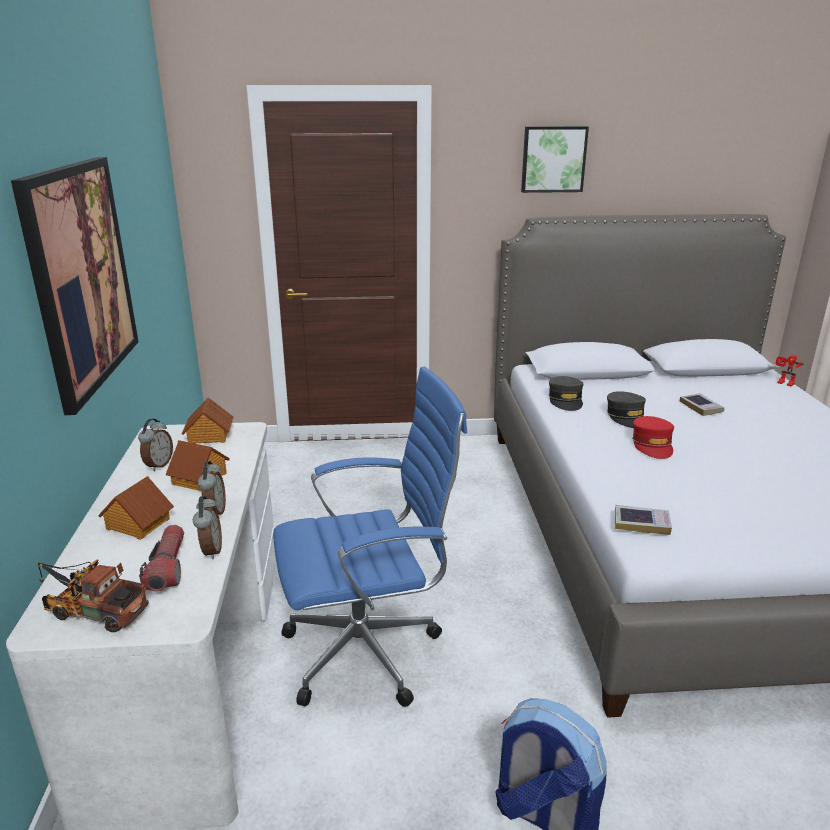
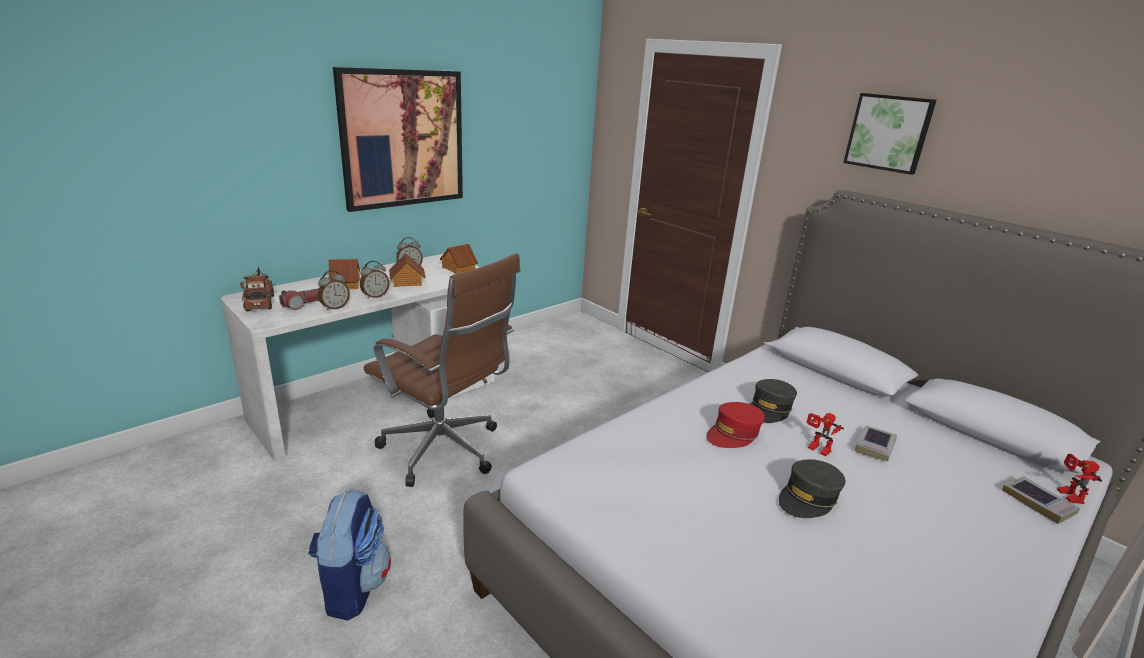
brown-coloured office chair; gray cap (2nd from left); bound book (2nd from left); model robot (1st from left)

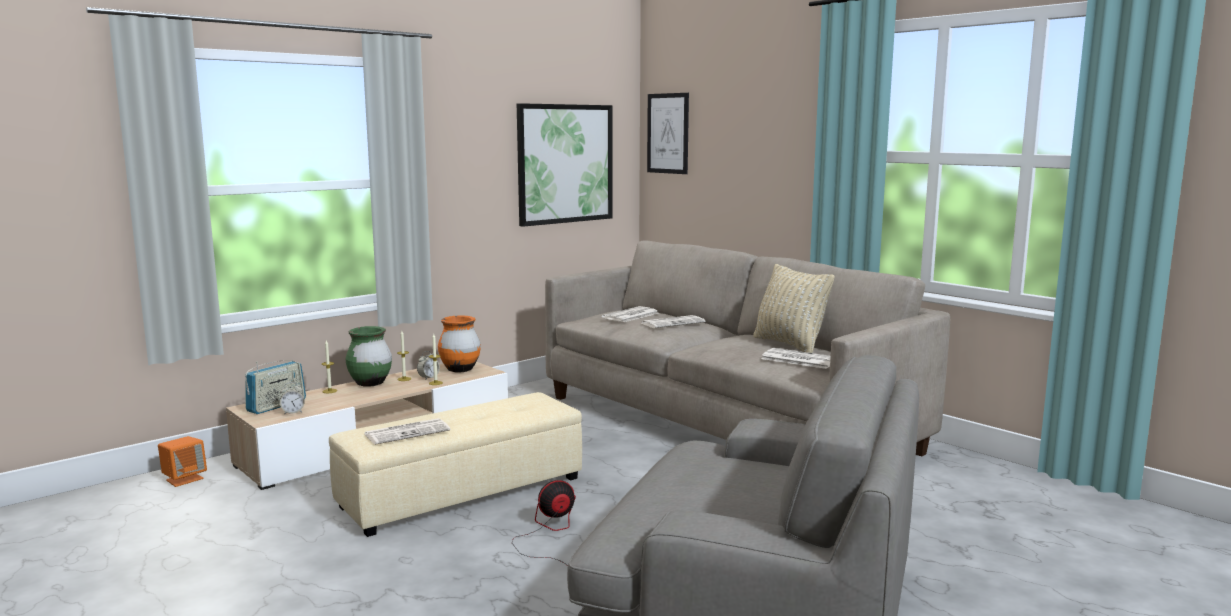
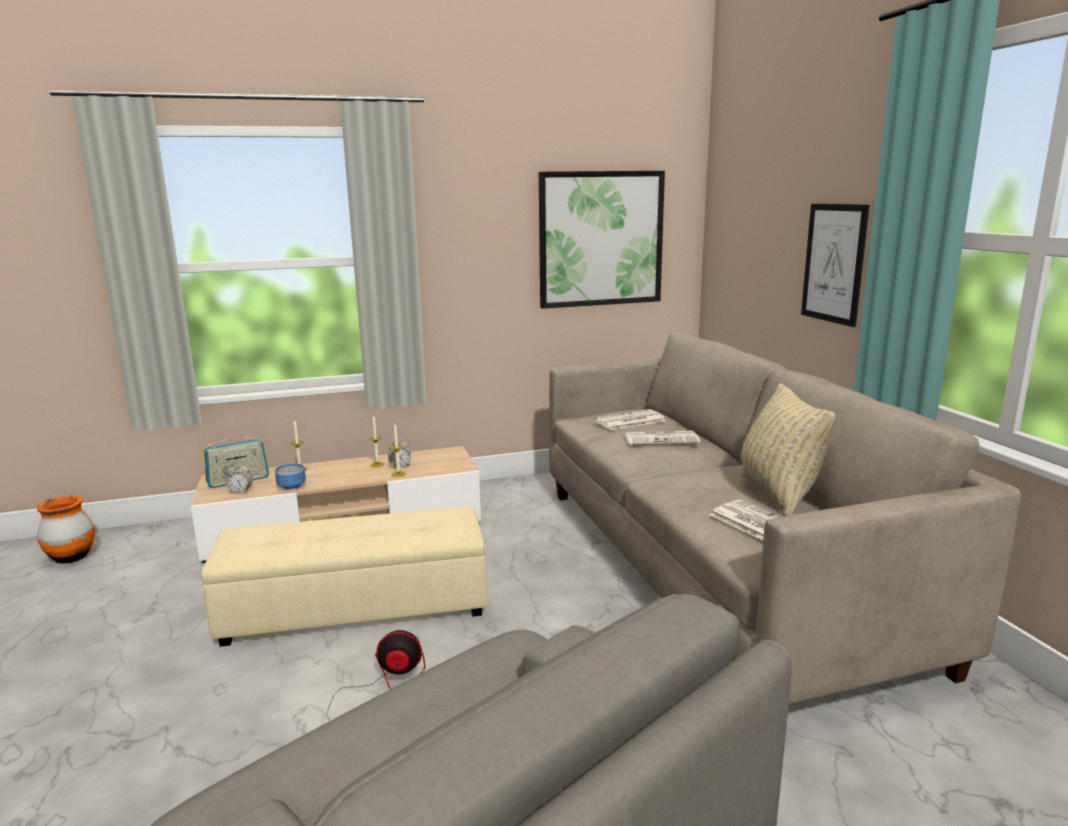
wall art (2nd from left); orange-coloured flower vase; green-coloured flower vase; printed paper (1st from left in the first image); orange-coloured audio speaker; deep dish

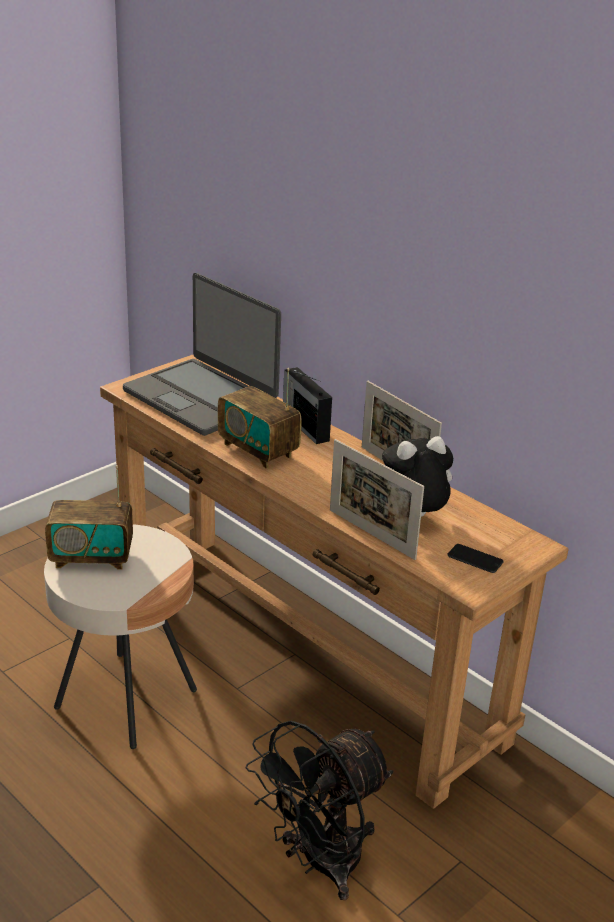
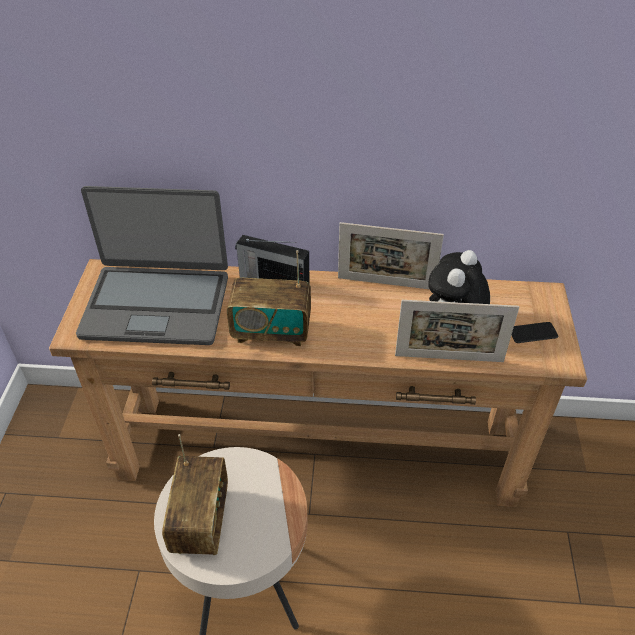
radio (1st from left); black-coloured fan

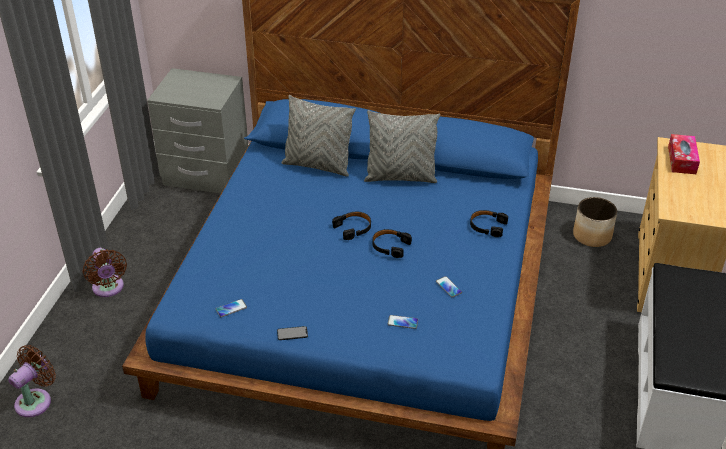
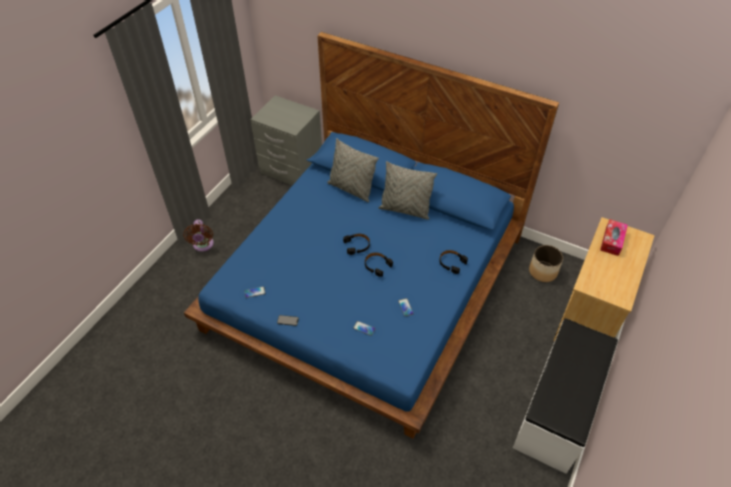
brown-coloured fan (1st from left in the first image)

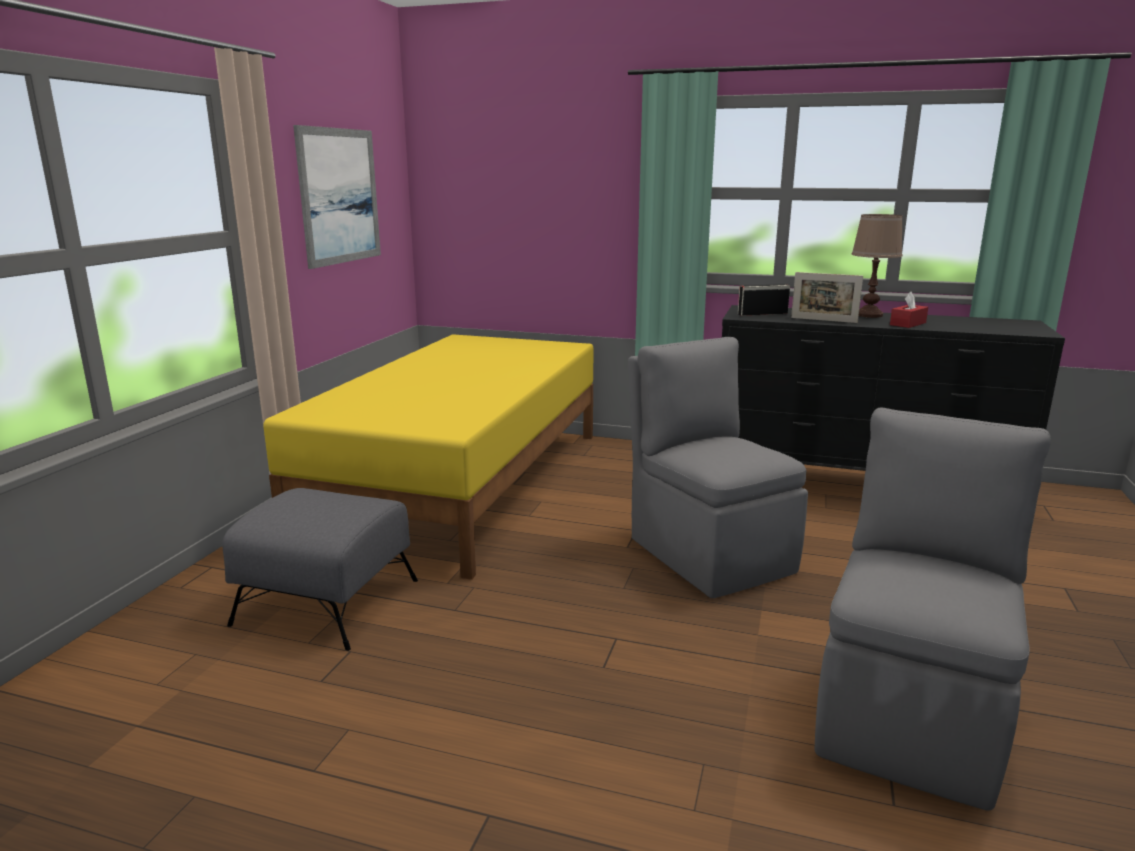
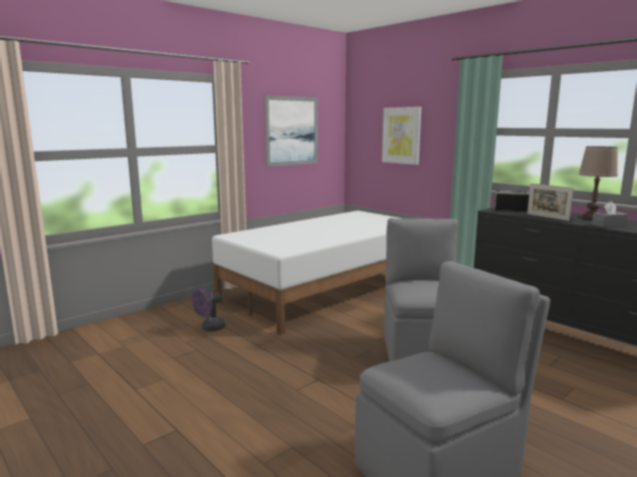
gray tissue holder; white bedroom bed; purple fan; wall art (2nd from left)

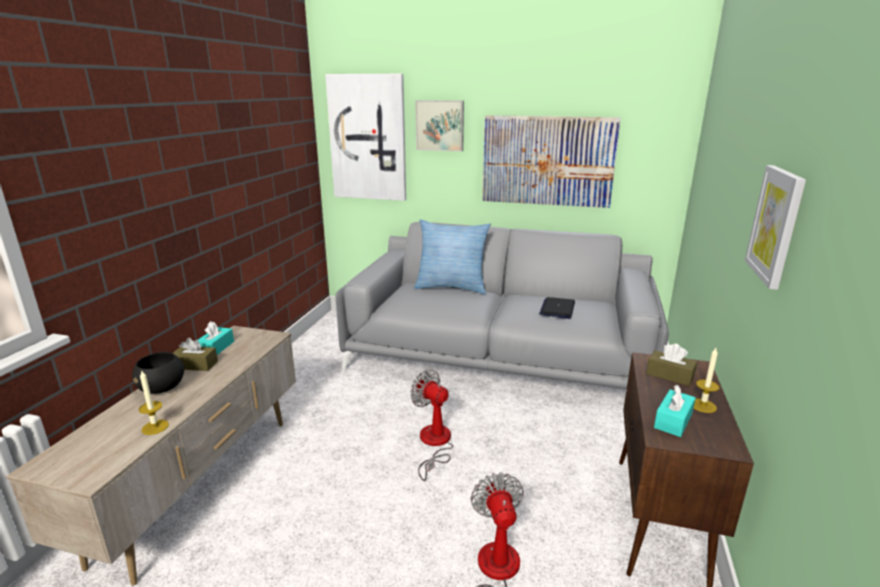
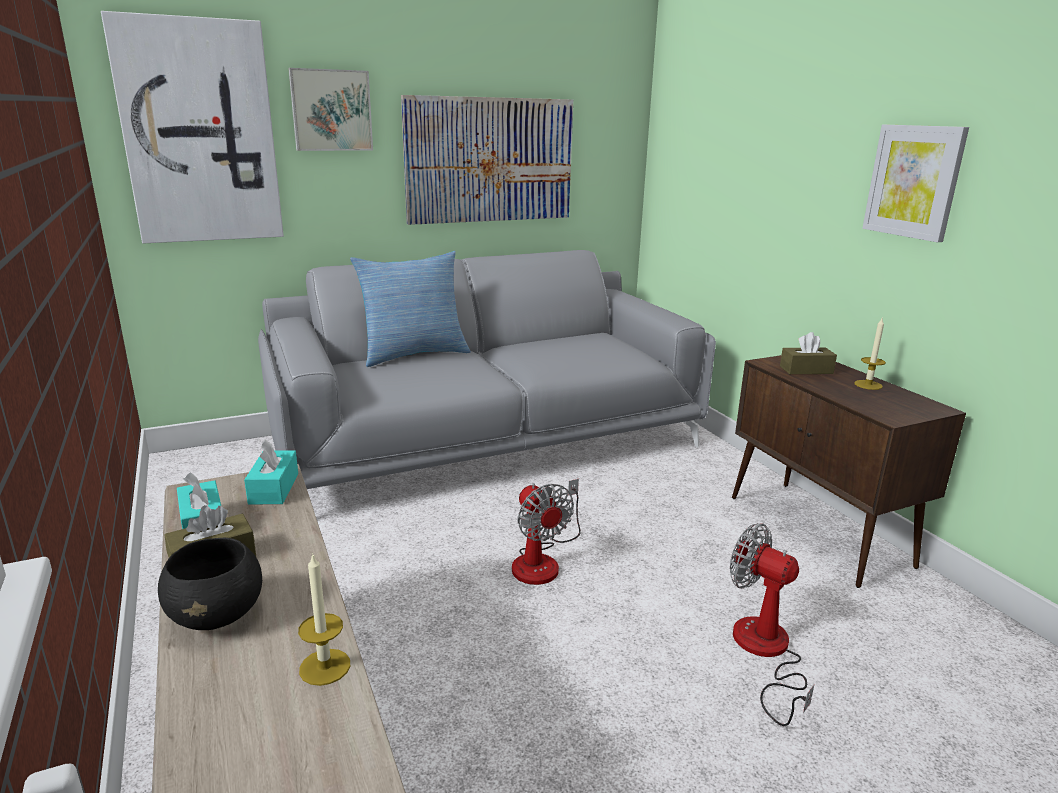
portable computer; fan (1st from left); blue-green tissue holder (2nd from left)

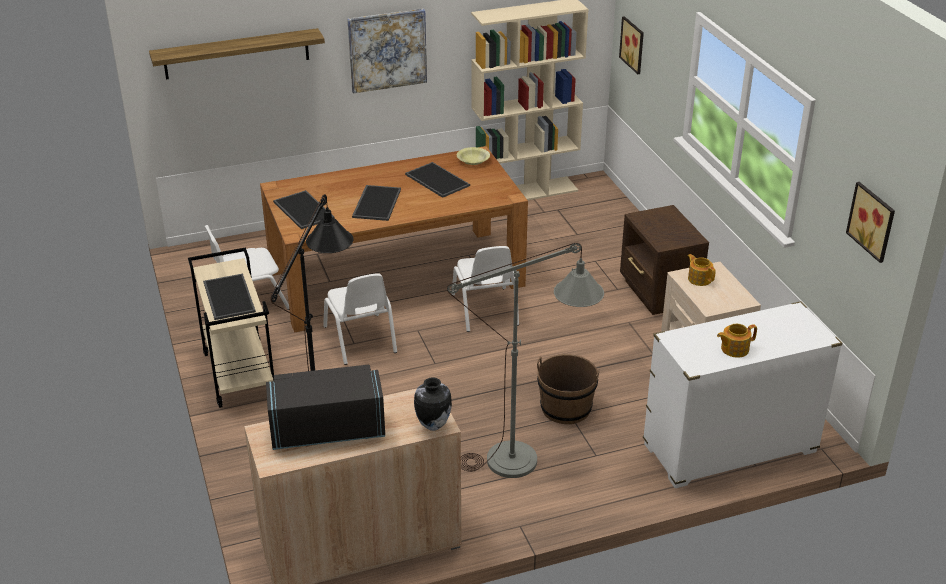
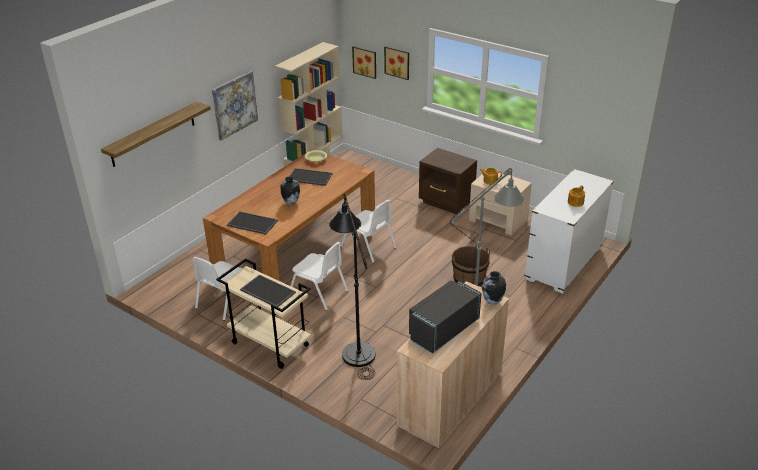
wall art (3rd from left); flower vase (1st from left)

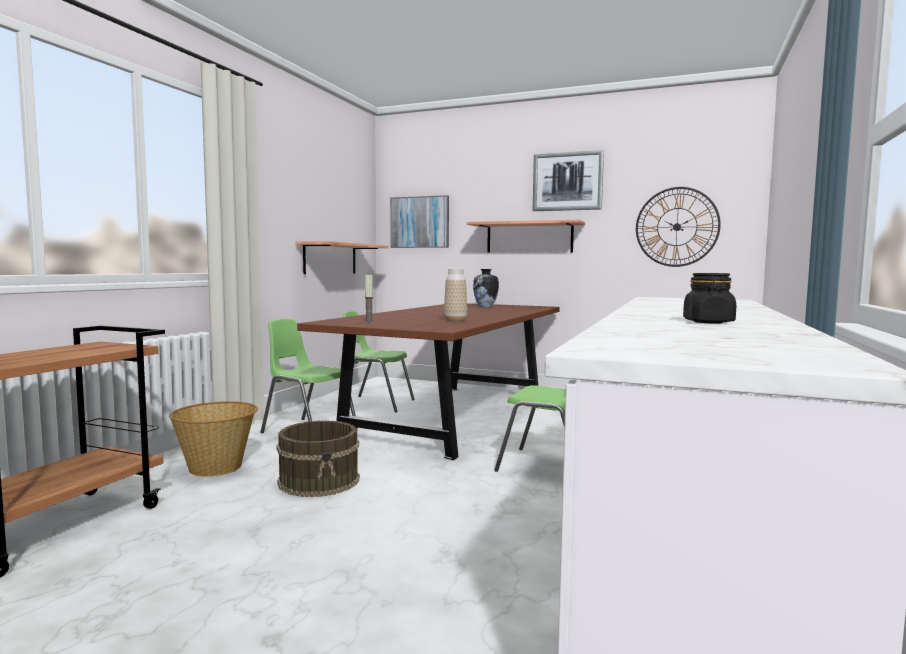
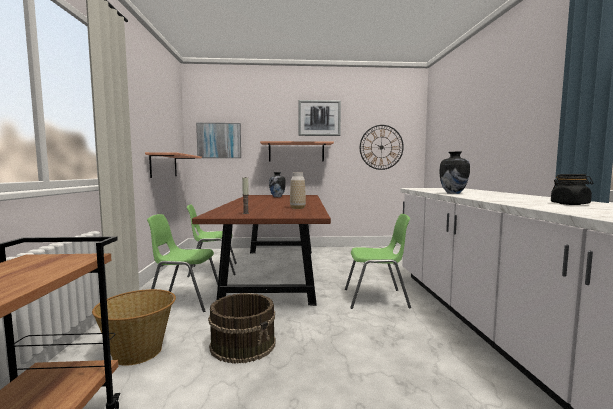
flower vase (3rd from left)

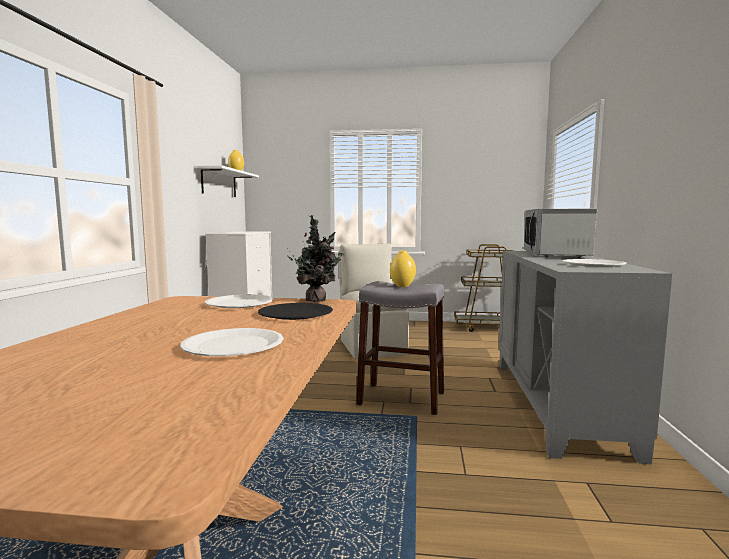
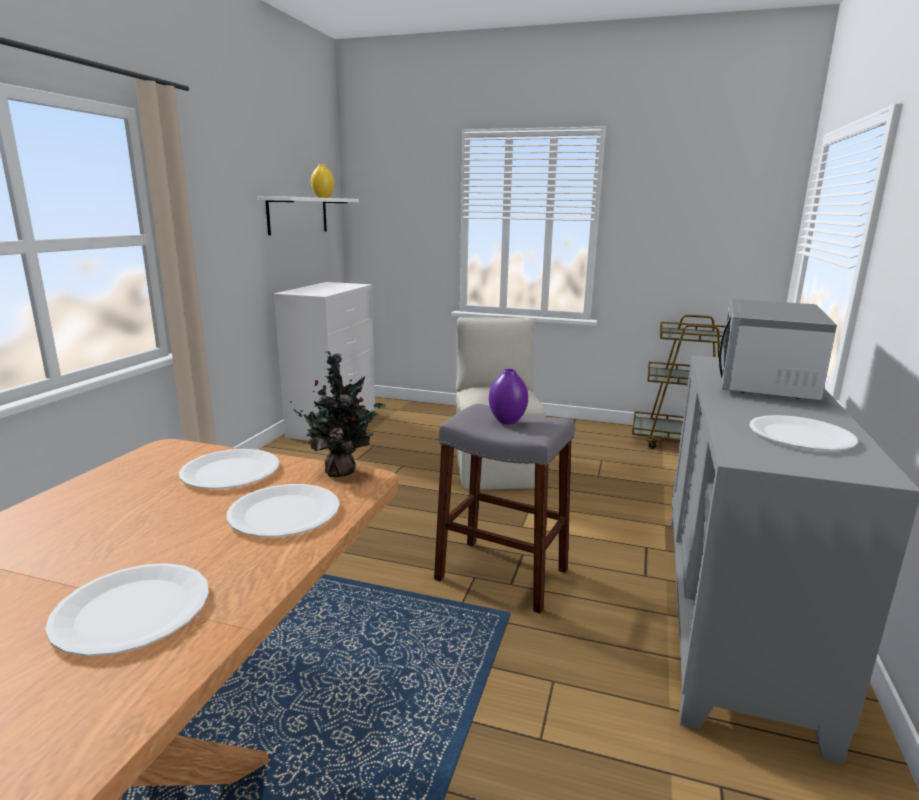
purple flower vase; white flat dish (3rd from left)

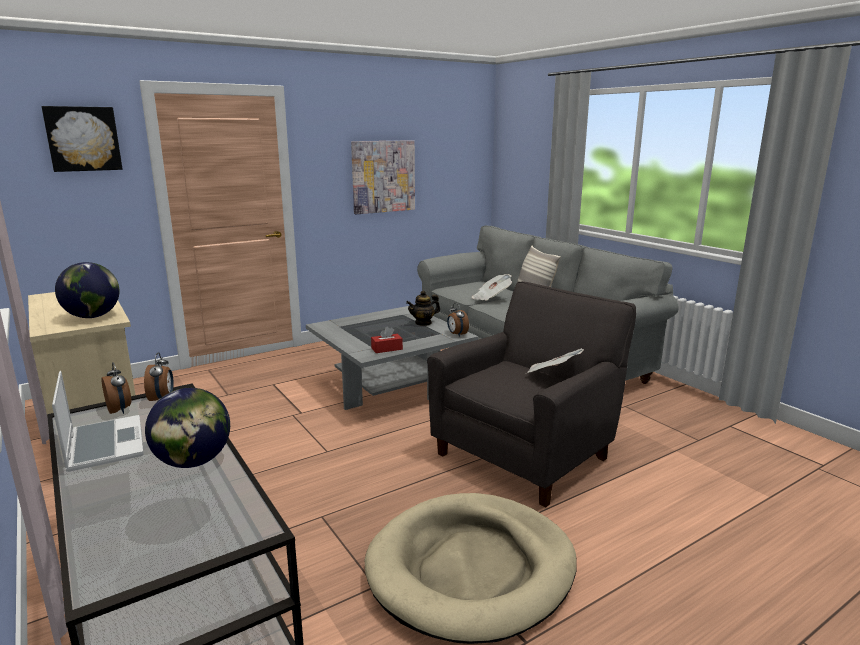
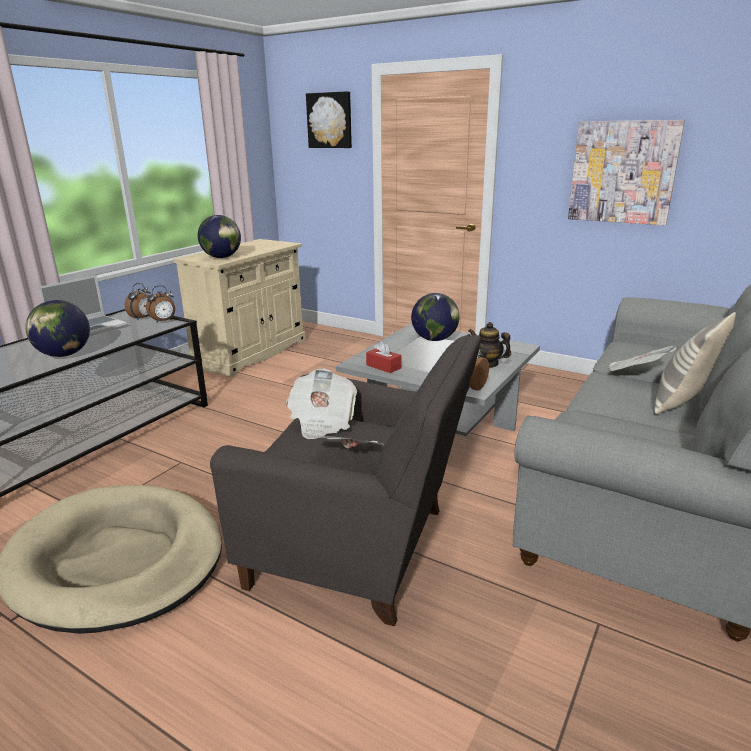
globe (3rd from left); printed paper (1st from left)

